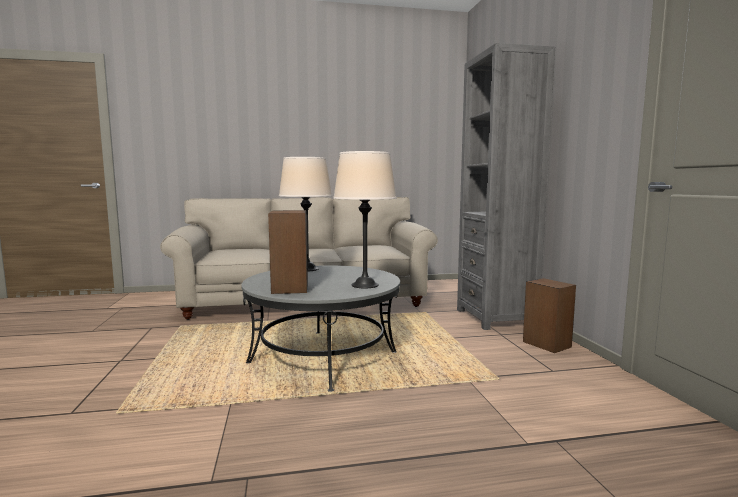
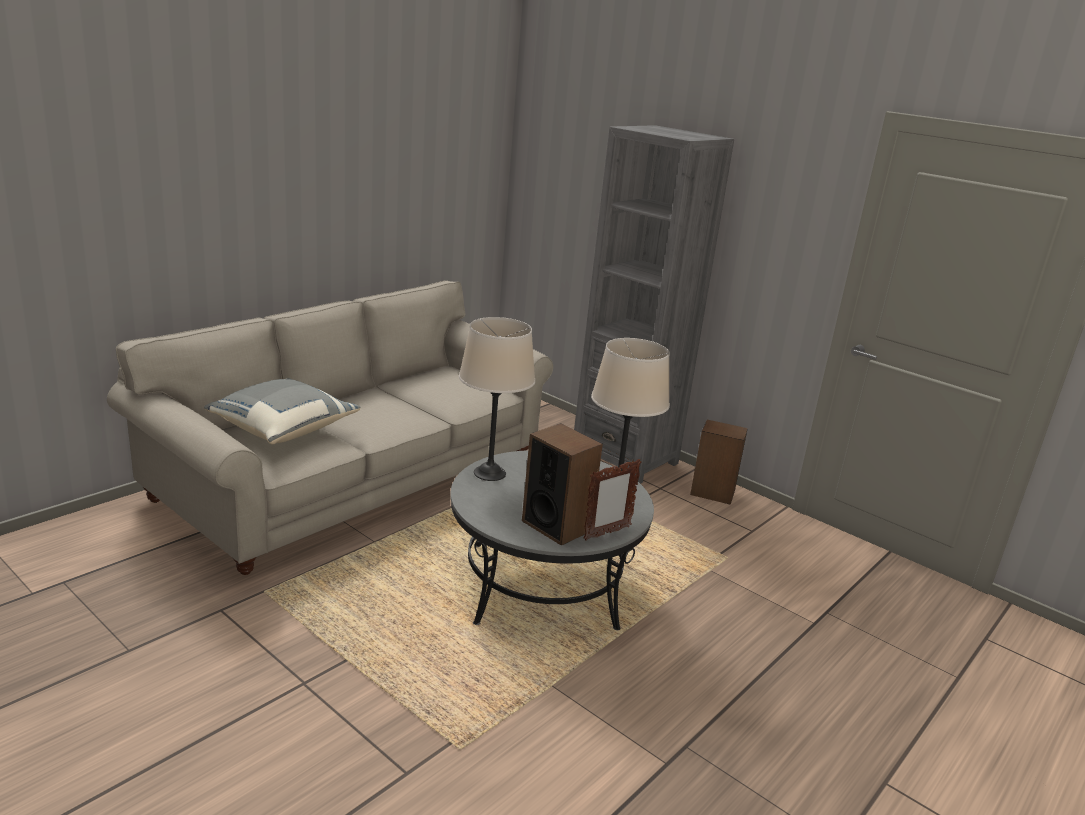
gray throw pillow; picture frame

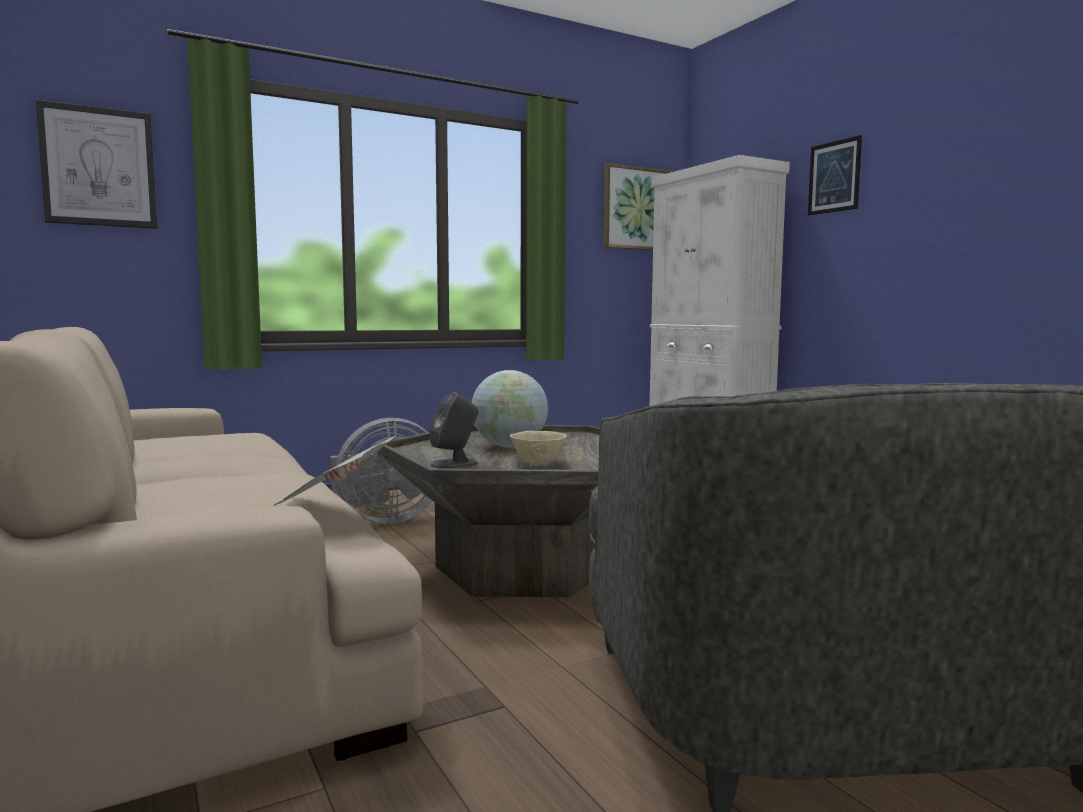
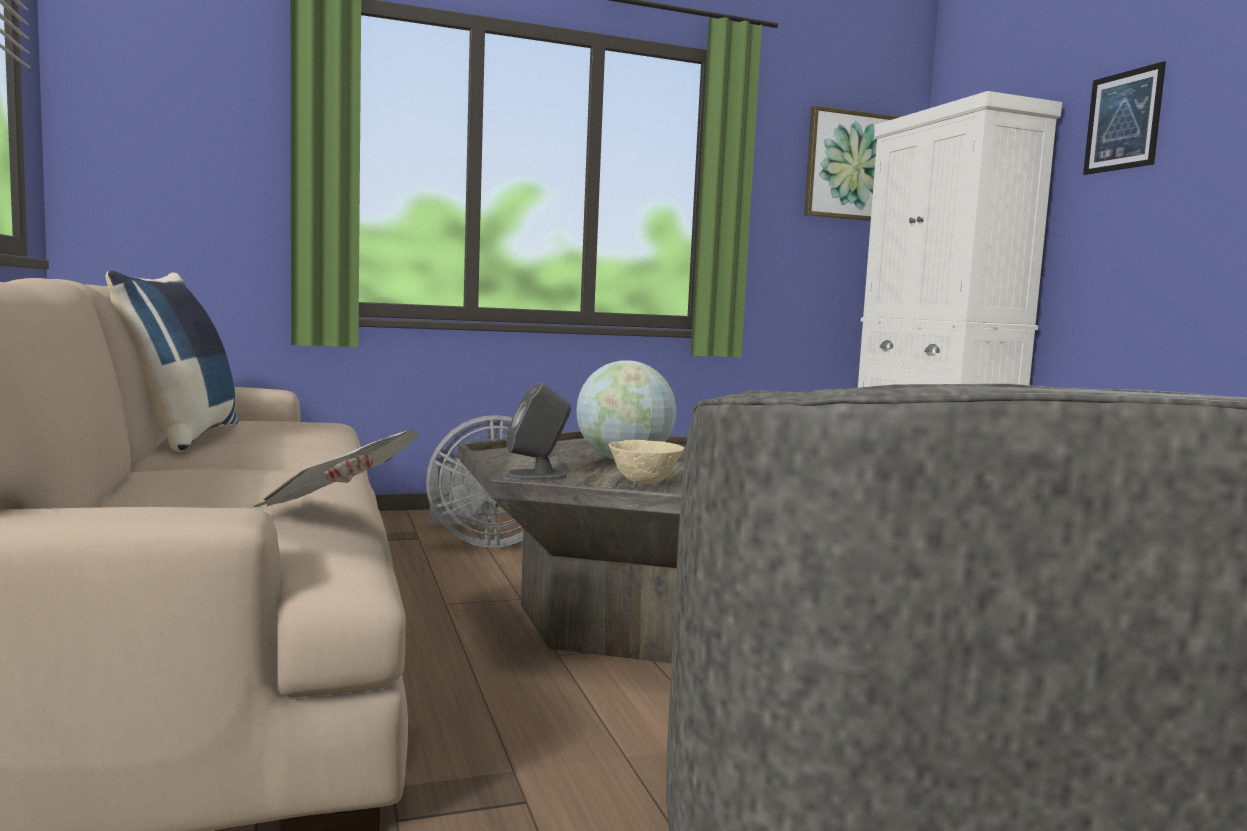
wall art (1st from left in the first image); blue throw pillow

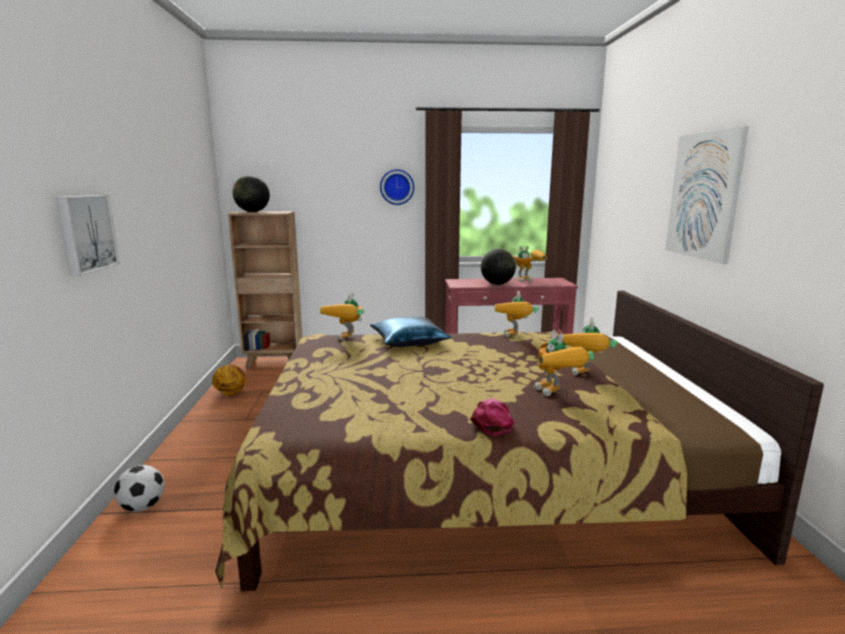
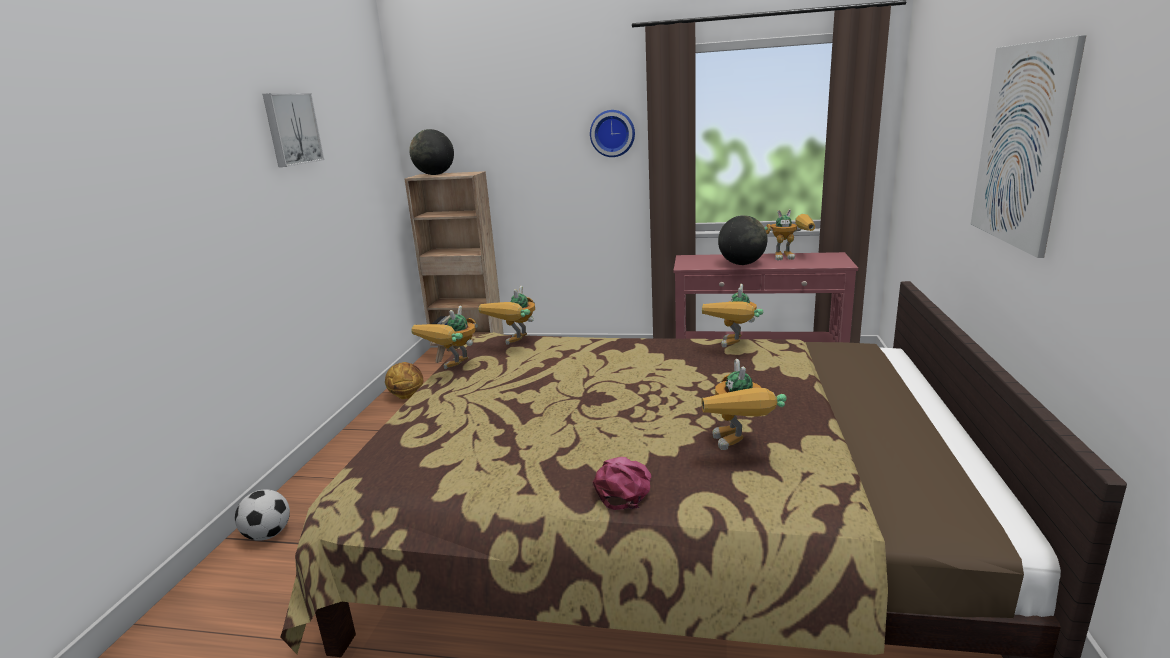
wall art (1st from left); blue throw pillow; model robot (1st from left)

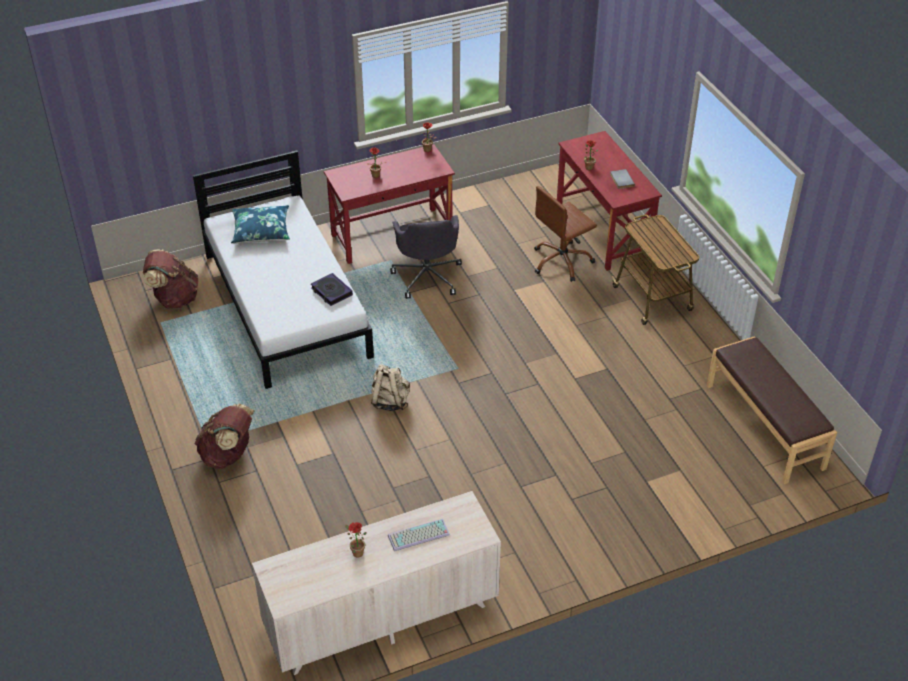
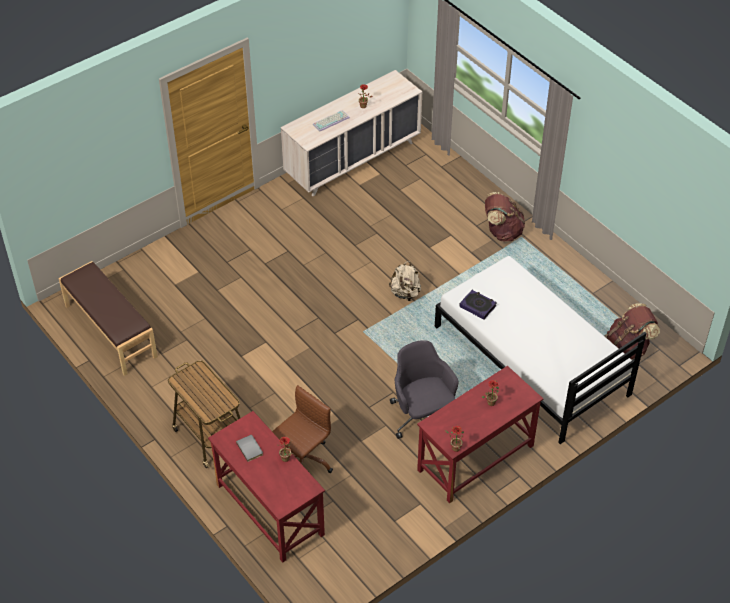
blue throw pillow

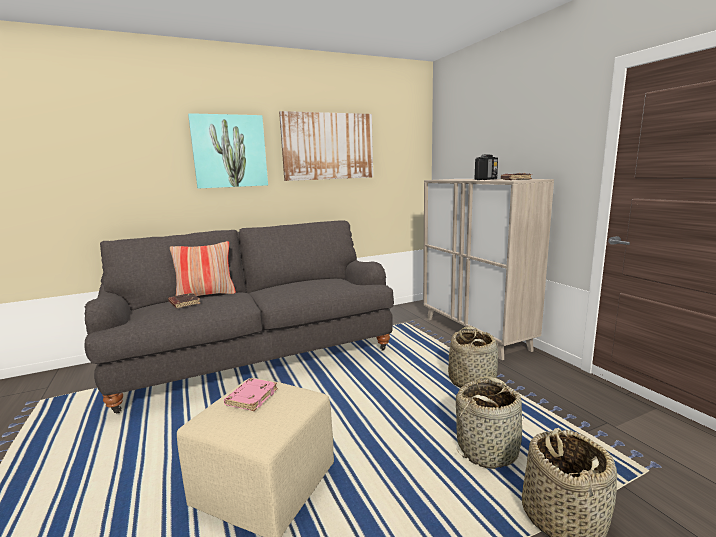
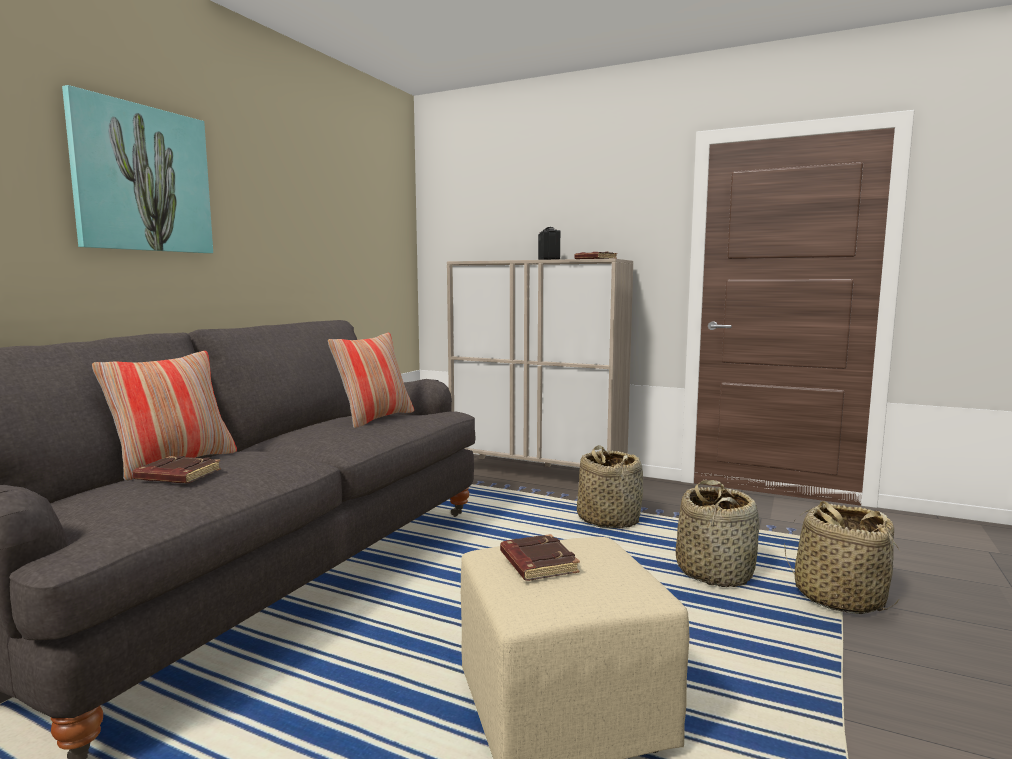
wall art (2nd from left in the first image); brown-coloured bound book (2nd from left); throw pillow (2nd from left)

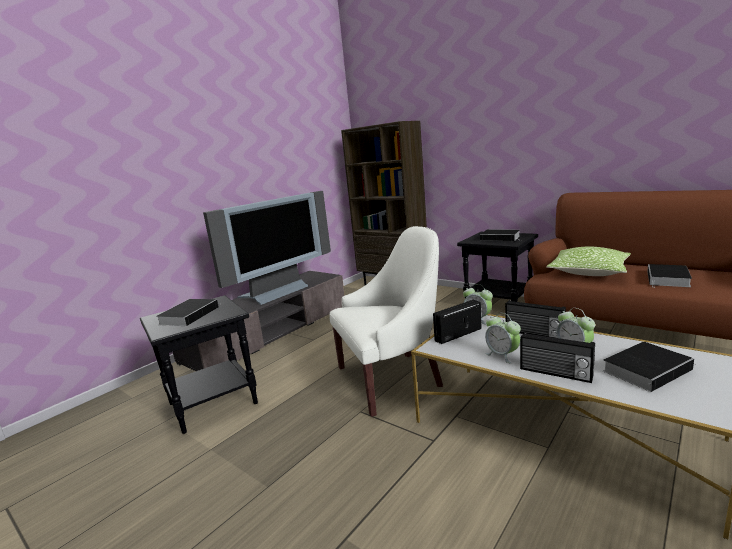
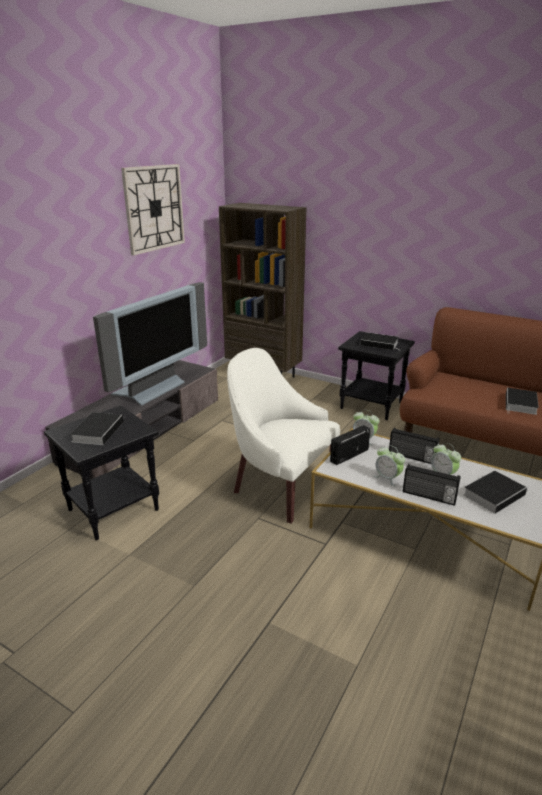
white armchair; throw pillow; hanging clock

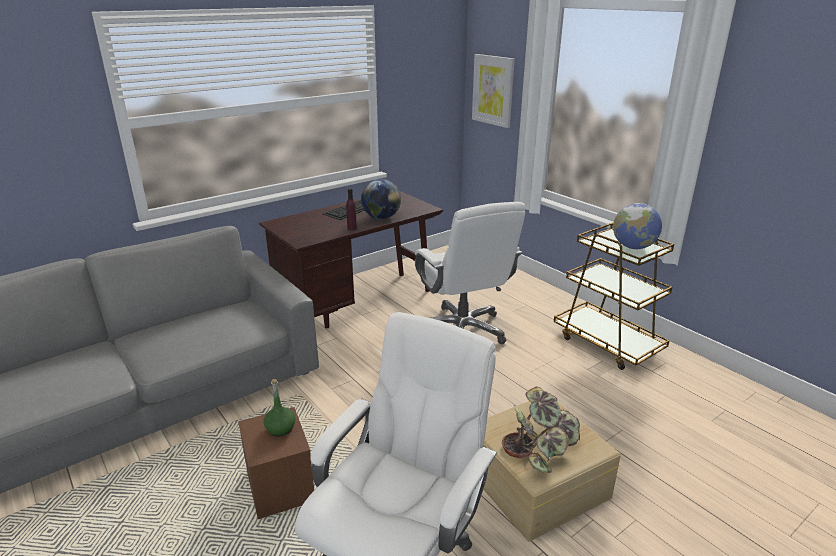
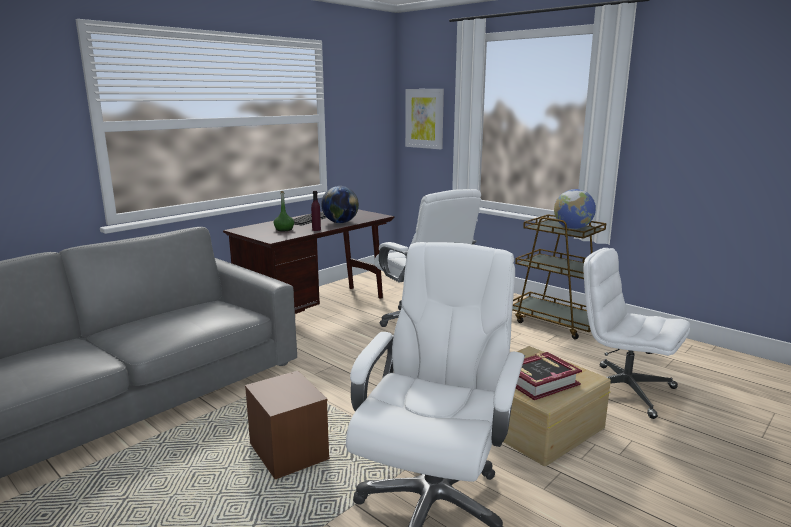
green-coloured drink bottle; bound book; white office chair (3rd from left)

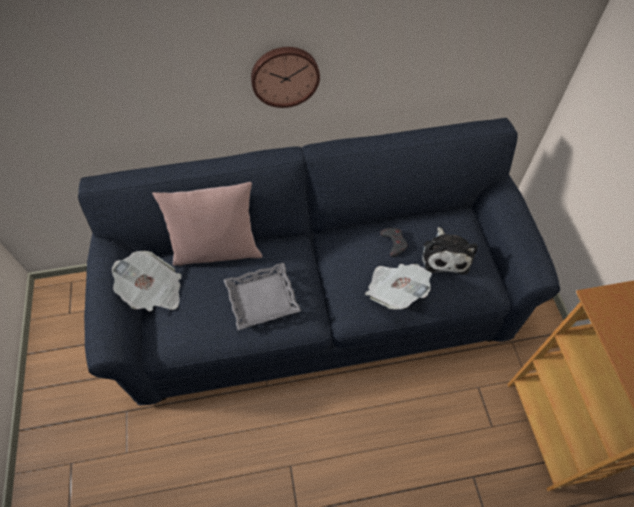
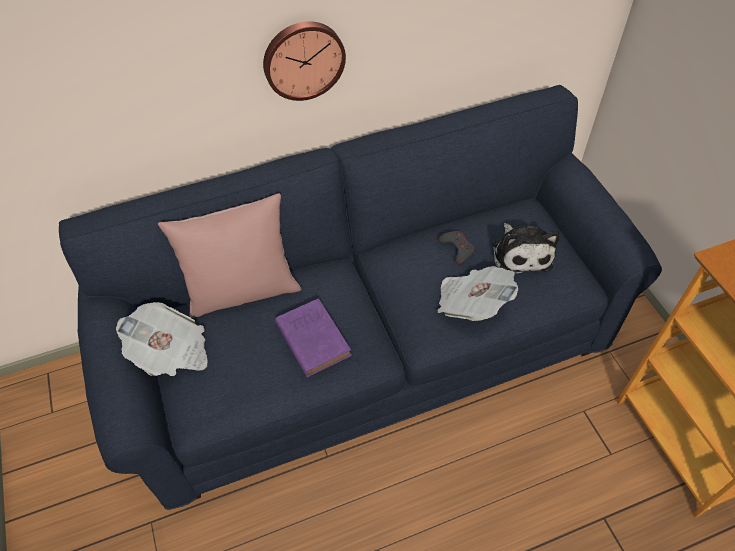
purple bound book

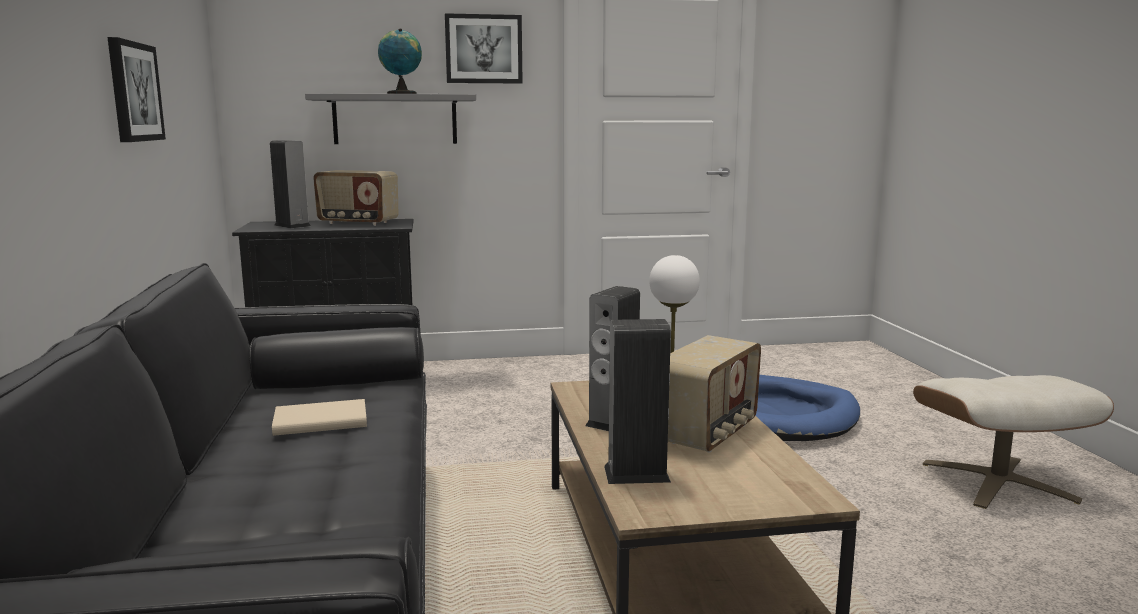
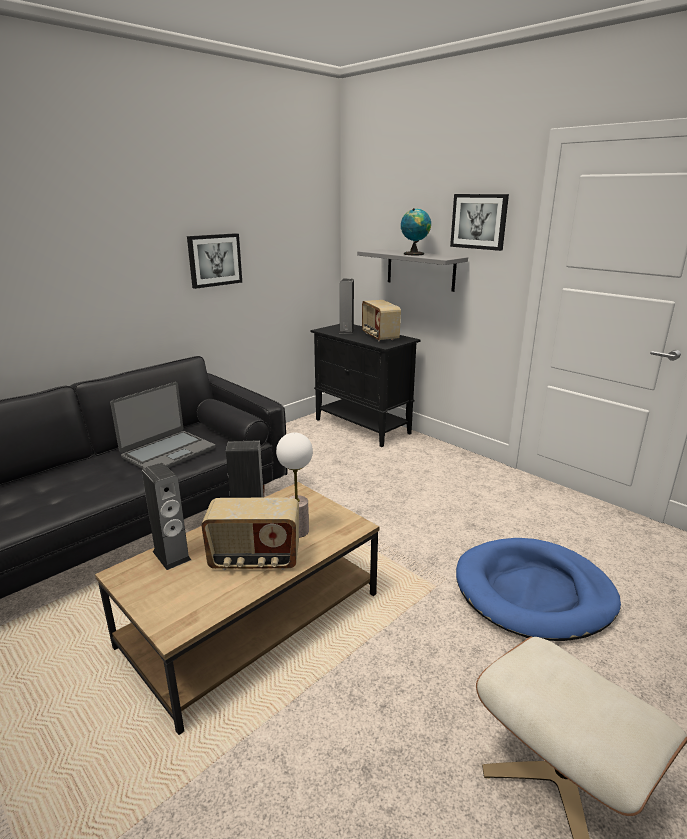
portable computer

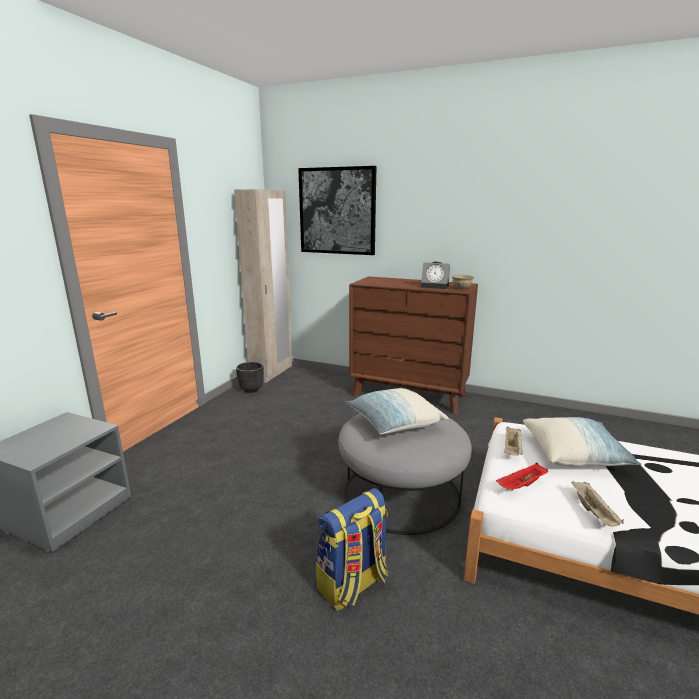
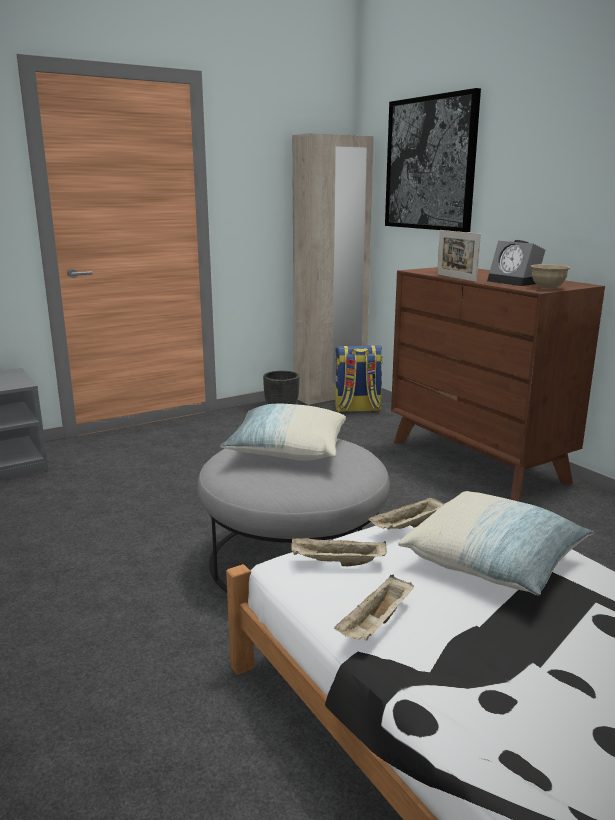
beige serving tray (1st from left); knapsack; picture frame

